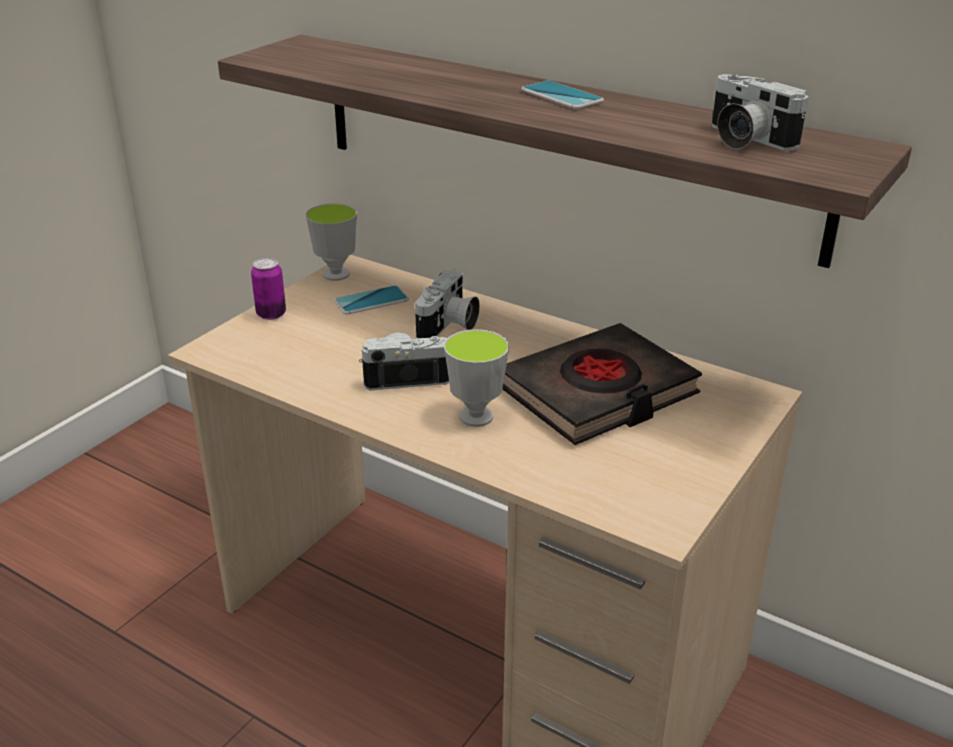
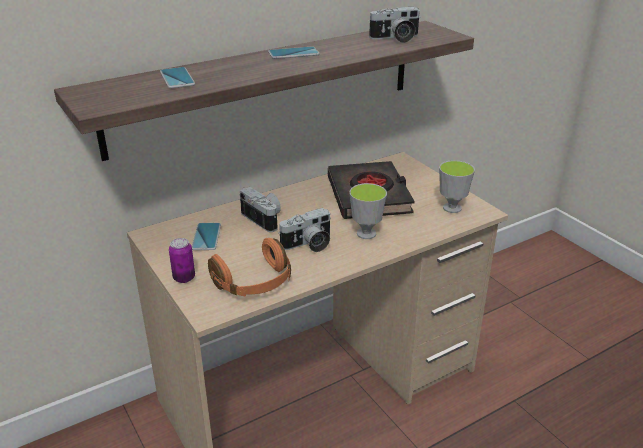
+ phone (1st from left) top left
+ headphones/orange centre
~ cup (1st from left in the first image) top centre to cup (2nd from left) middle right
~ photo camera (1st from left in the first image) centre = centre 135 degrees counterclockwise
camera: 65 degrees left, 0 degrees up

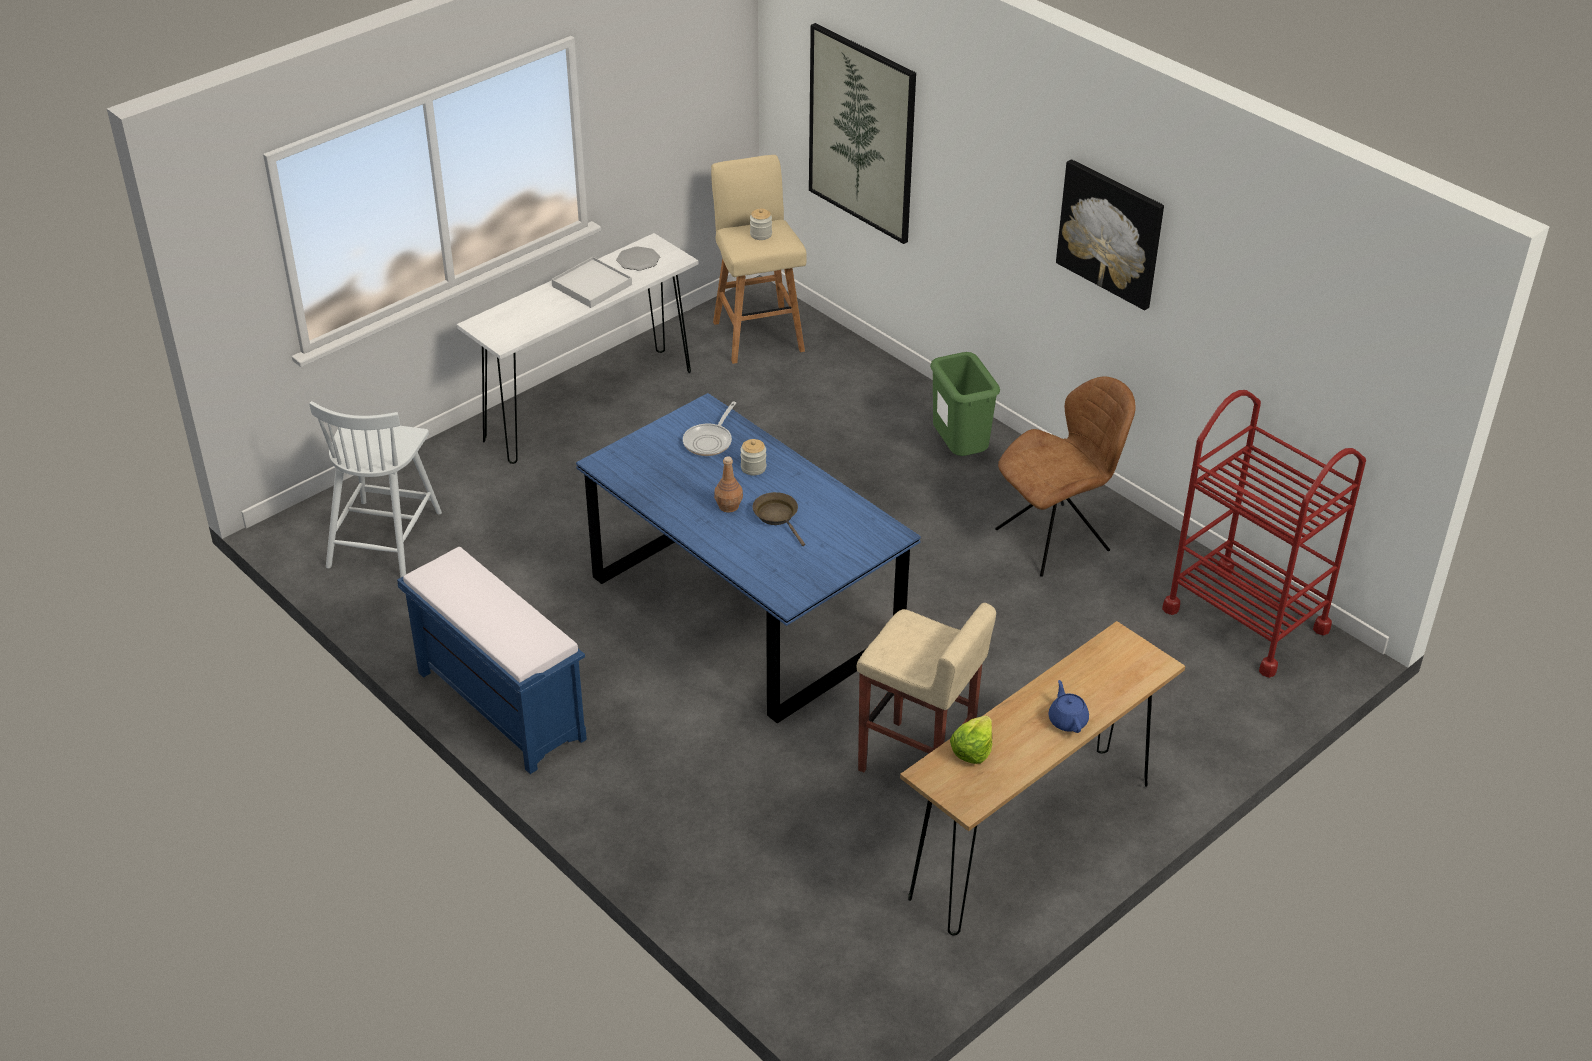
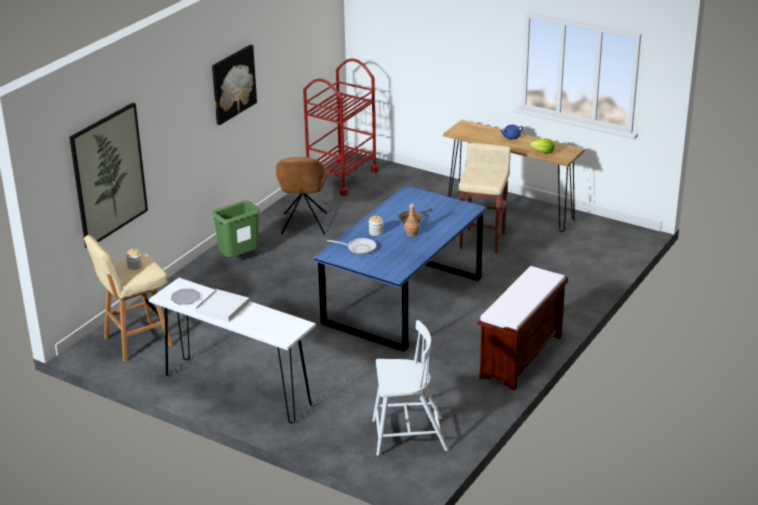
~ bench/blue middle left to bench/brown middle right
~ chair/brown middle right = centre 135 degrees counterclockwise
camera: 105 degrees left, 10 degrees down

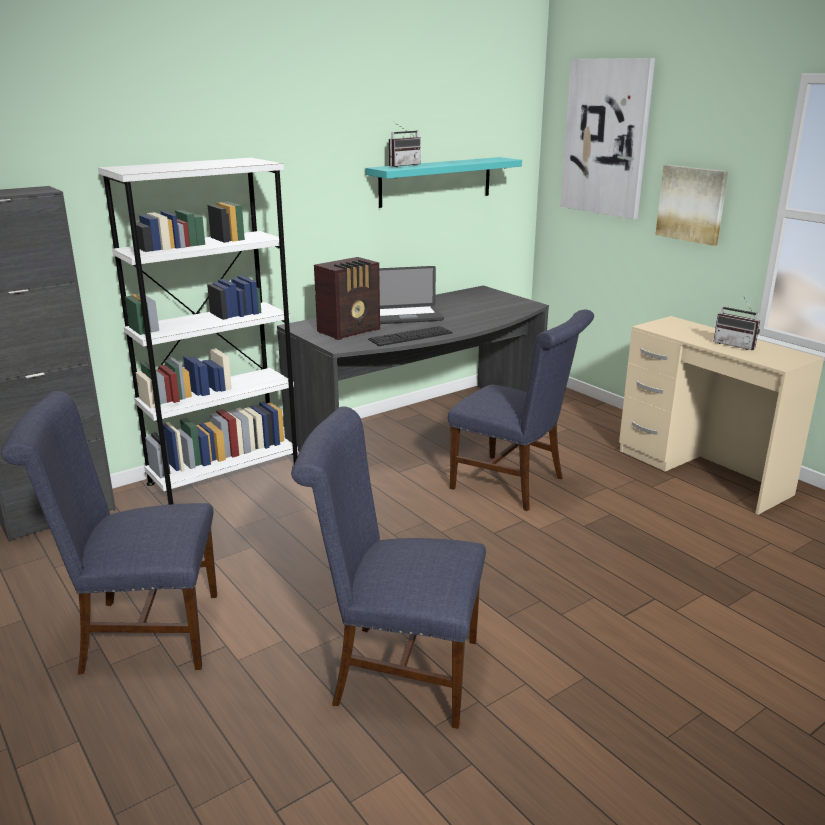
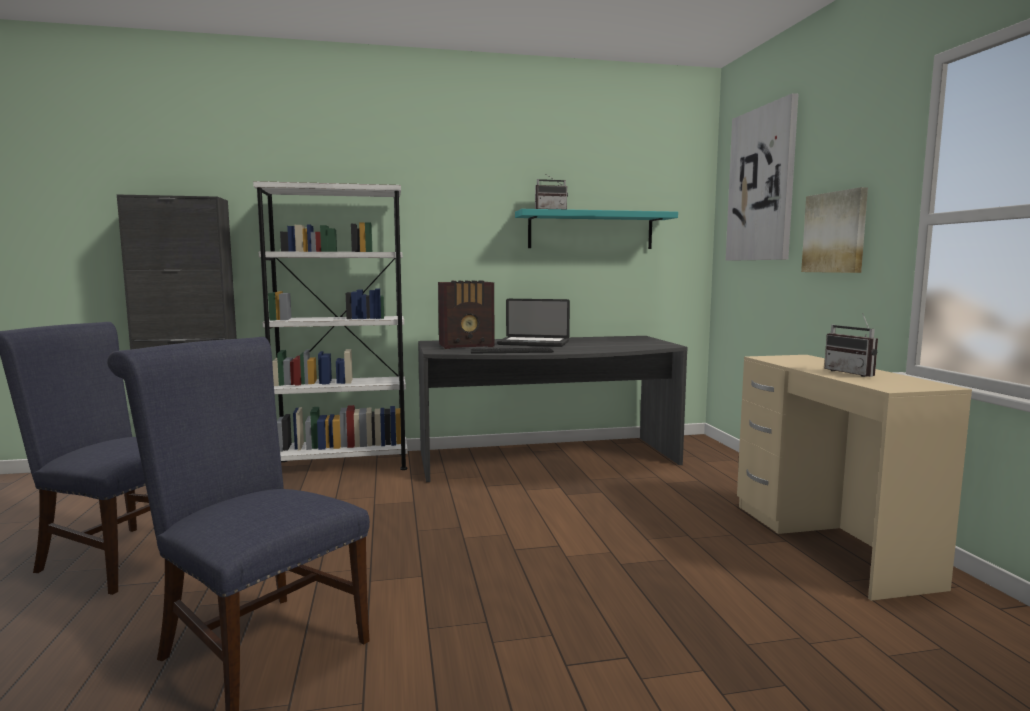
- chair/blue (3rd from left) centre
camera: 25 degrees right, 15 degrees down

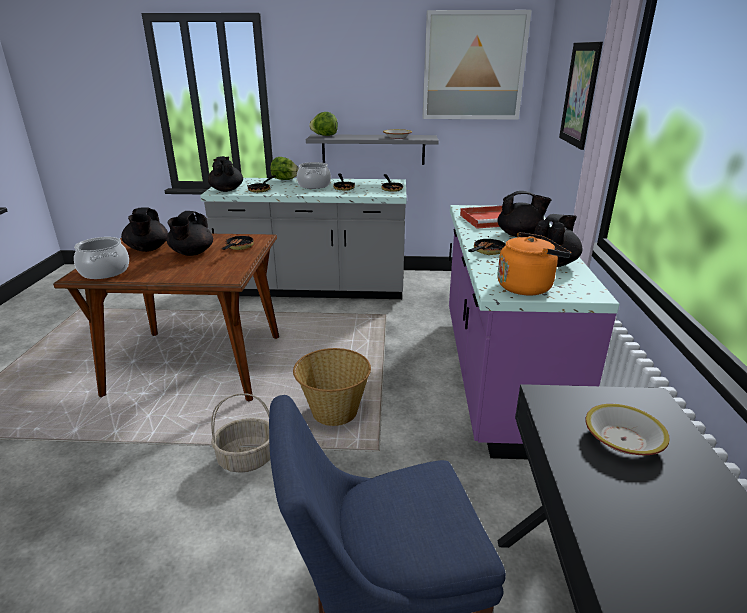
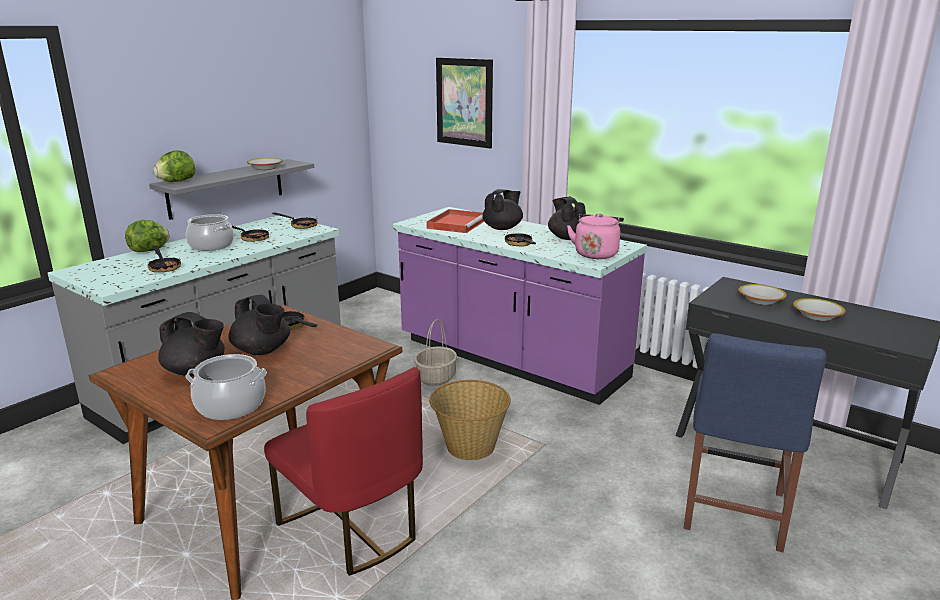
- teapot/black (3rd from left) top left
- picture (1st from left) top centre
+ chair/red bottom centre
+ bowl (3rd from left) middle right
~ basket (1st from left) bottom left to centre
~ kettle/orange middle right to kettle/pink centre
camera: 55 degrees left, 5 degrees down

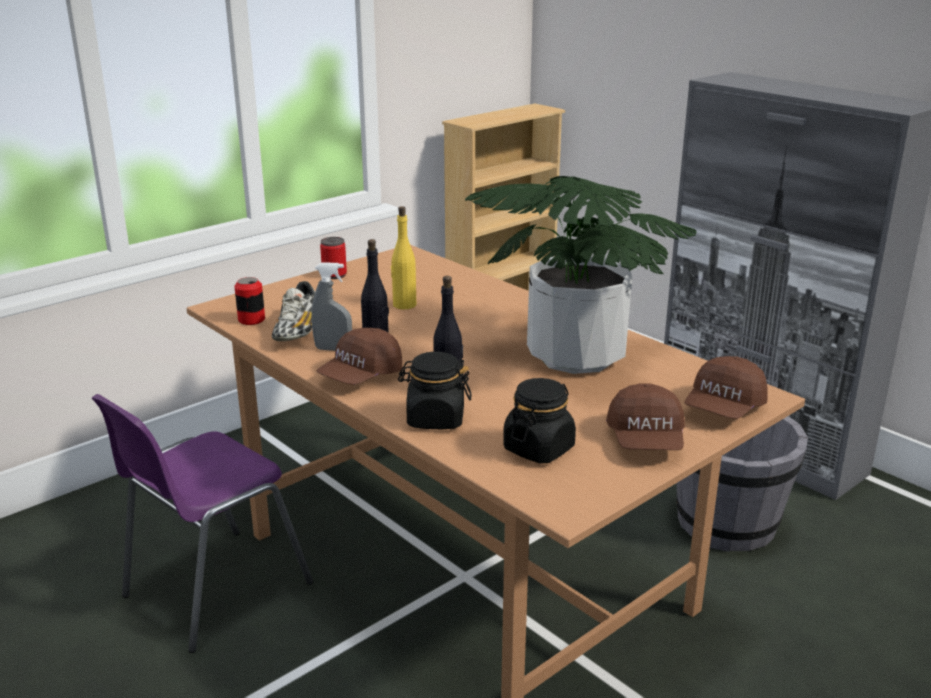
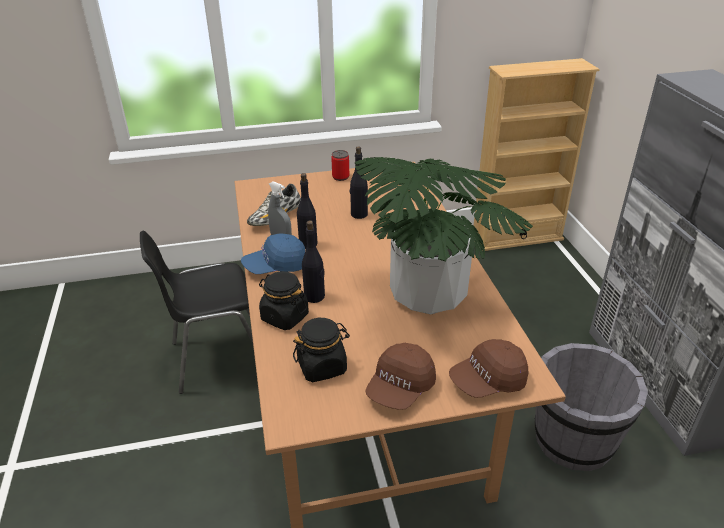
- can (1st from left) middle left
~ chair/purple bottom left to chair/black middle left
~ cap/brown (1st from left) centre to cap/blue centre
~ bottle/yellow centre to bottle/black (3rd from left) centre
camera: 30 degrees right, 10 degrees up

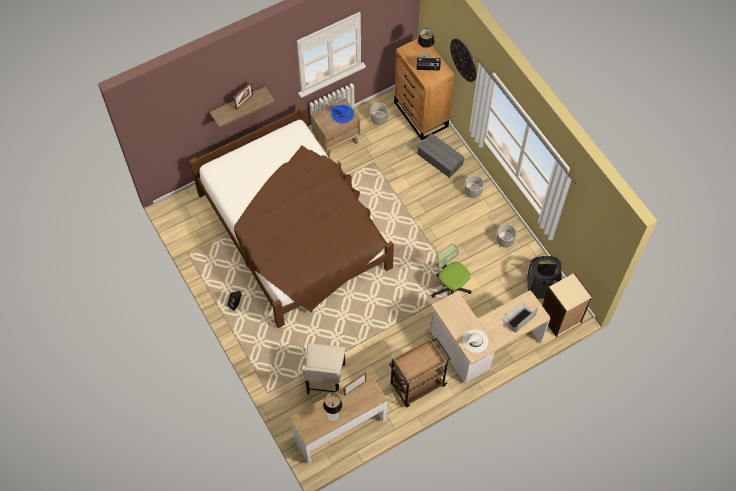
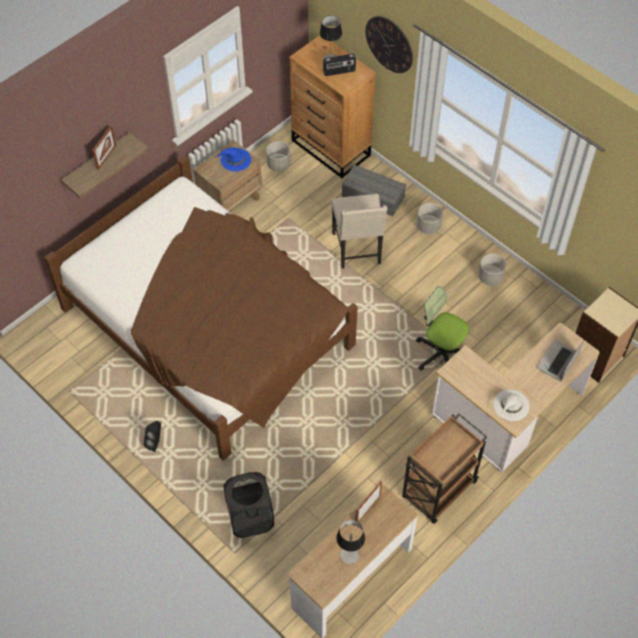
~ chair/beige bottom centre to centre
~ laundry basket/black middle right to bottom centre
camera: 15 degrees left, 5 degrees down

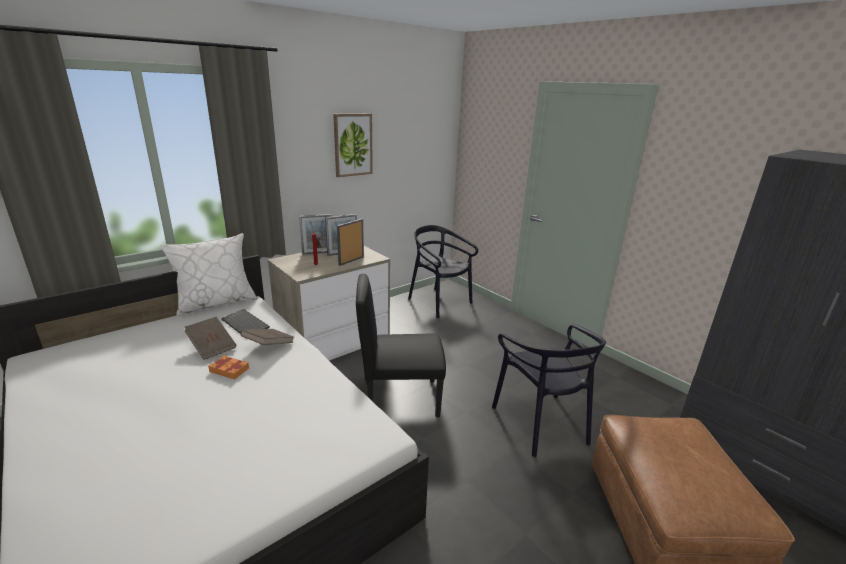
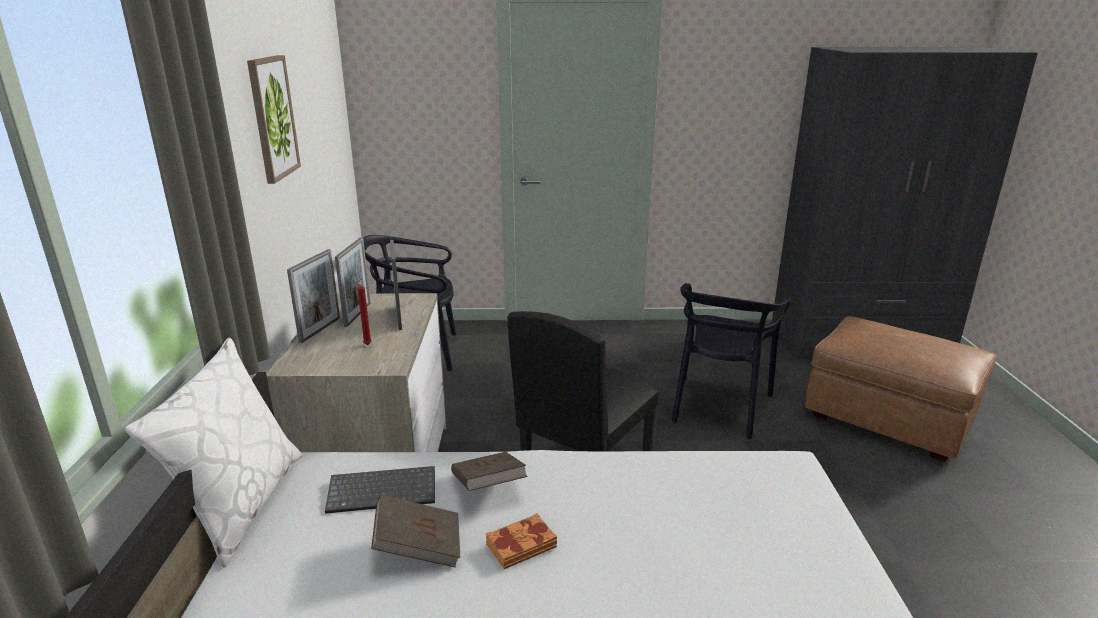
~ chair/black (3rd from left) bottom centre = centre 90 degrees clockwise
camera: 50 degrees left, 0 degrees up

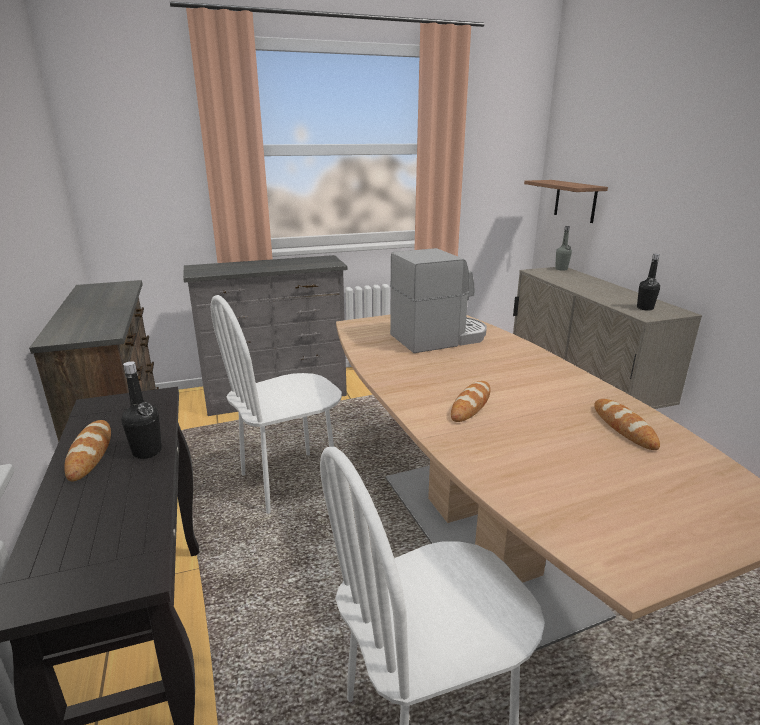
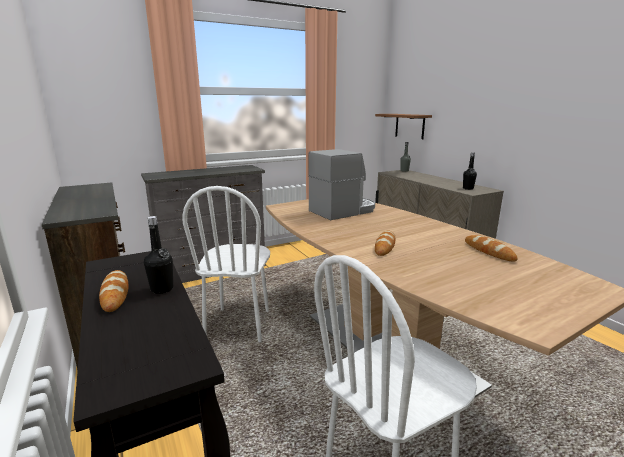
~ chair/white (1st from left) centre = centre 45 degrees counterclockwise
camera: 10 degrees left, 5 degrees down

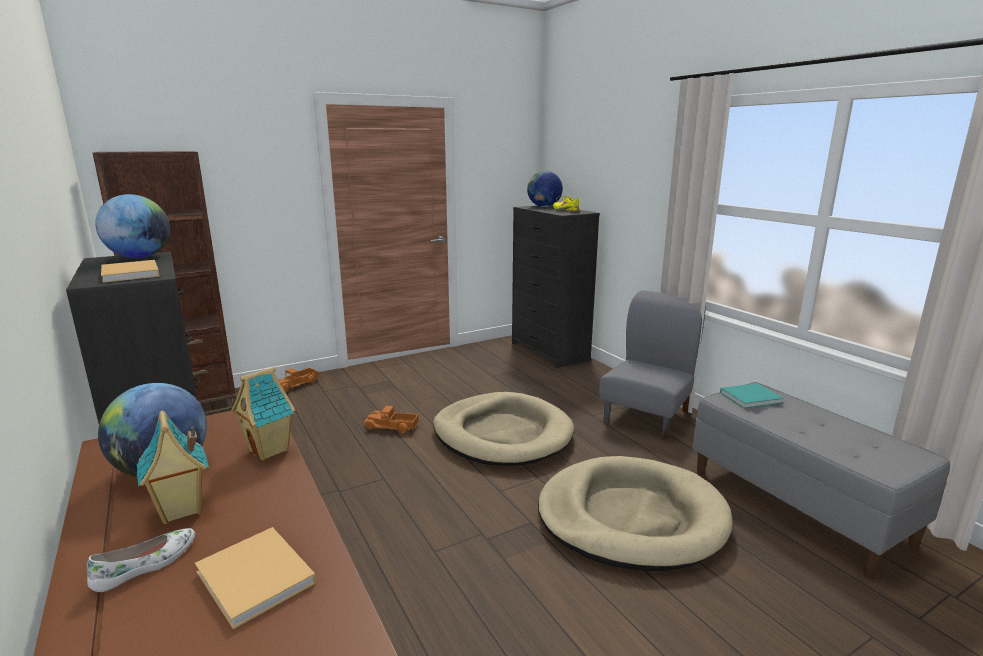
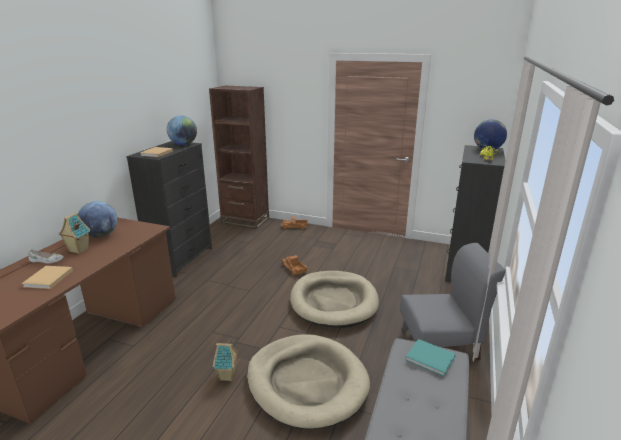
~ toy house (2nd from left) middle left to bottom centre
camera: 50 degrees right, 5 degrees up

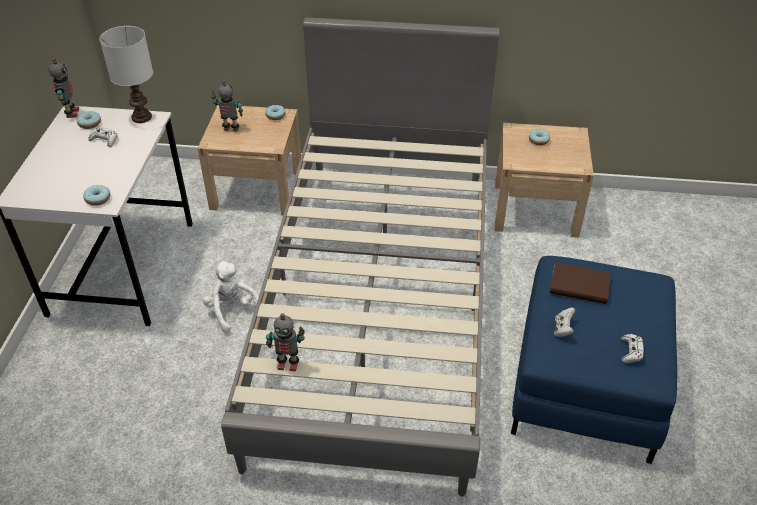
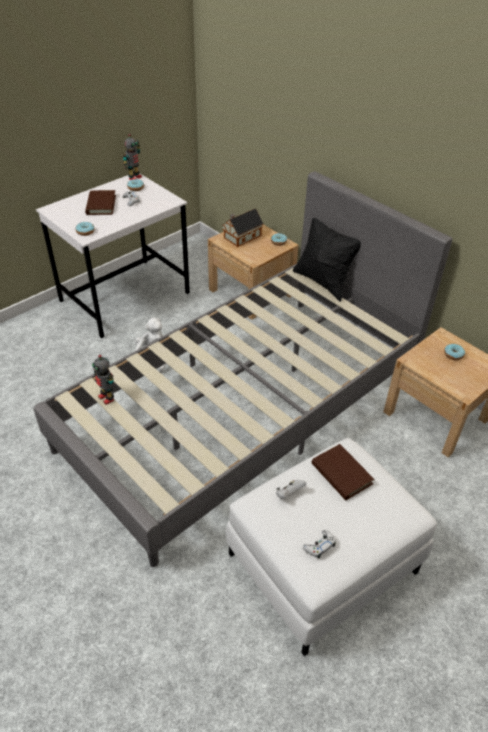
- table lamp/white top left
+ book/brown (1st from left) top left
+ pillow/black middle right
~ toy robot (2nd from left) top left to toy house top centre
~ ottoman/blue bottom right to ottoman/white bottom right
camera: 40 degrees right, 0 degrees up

